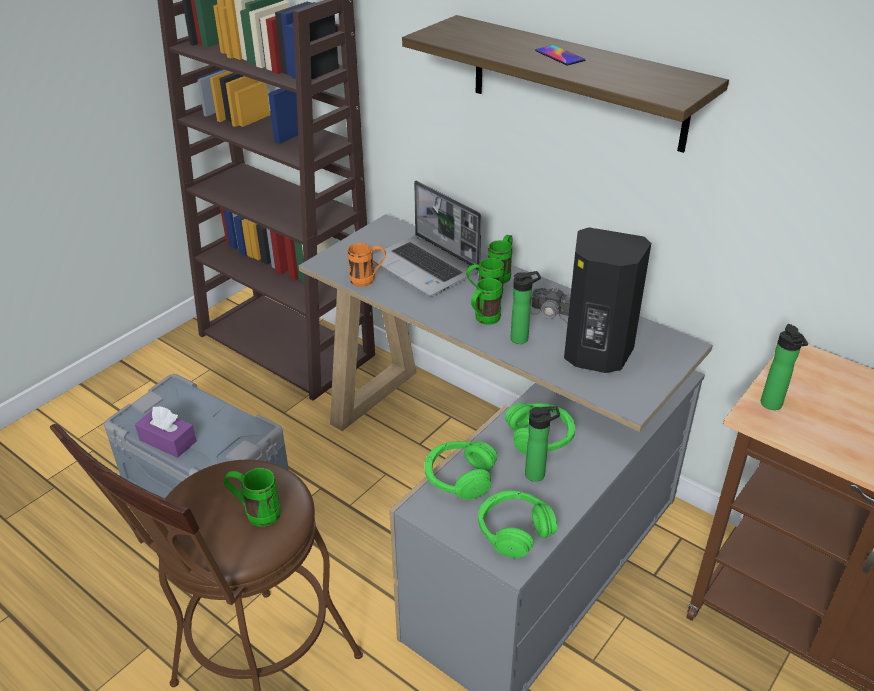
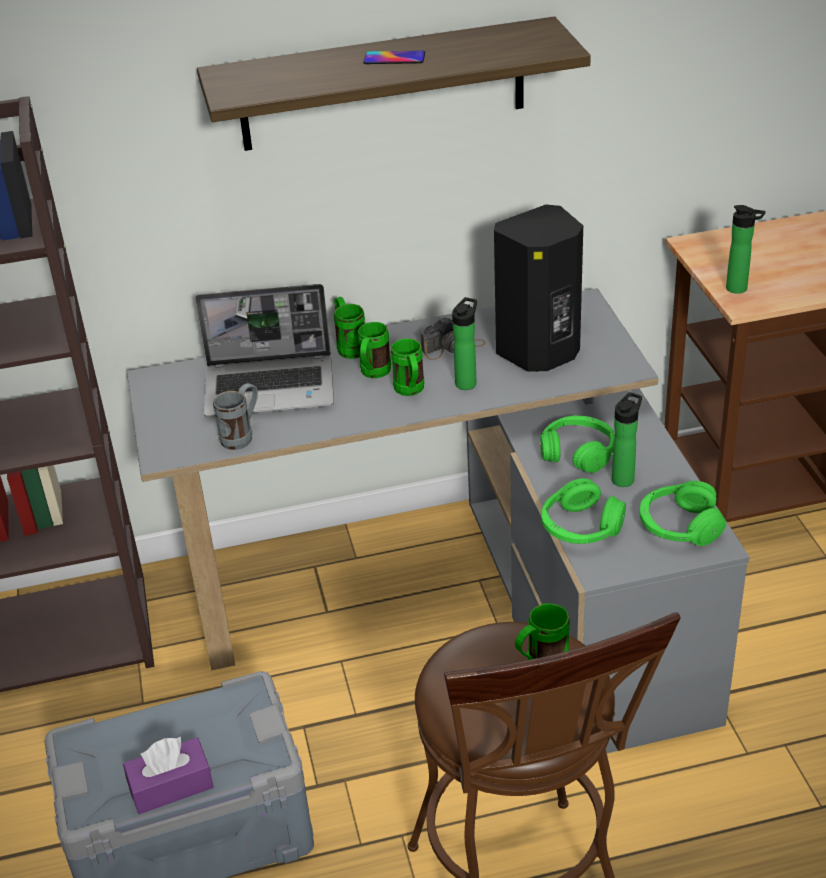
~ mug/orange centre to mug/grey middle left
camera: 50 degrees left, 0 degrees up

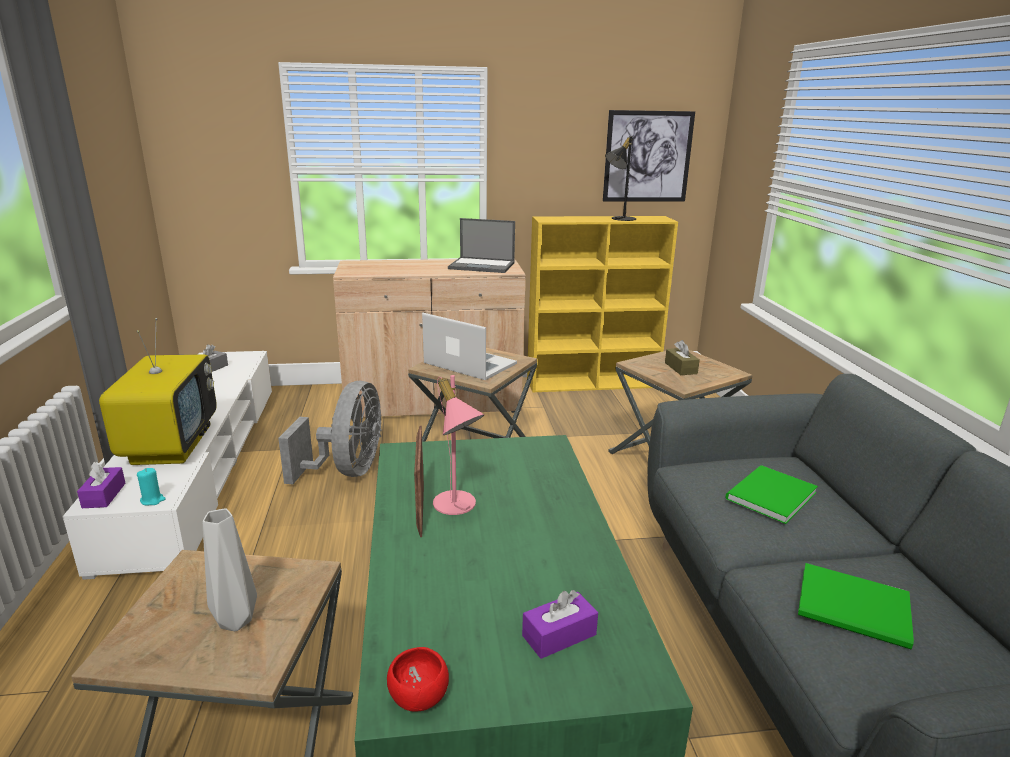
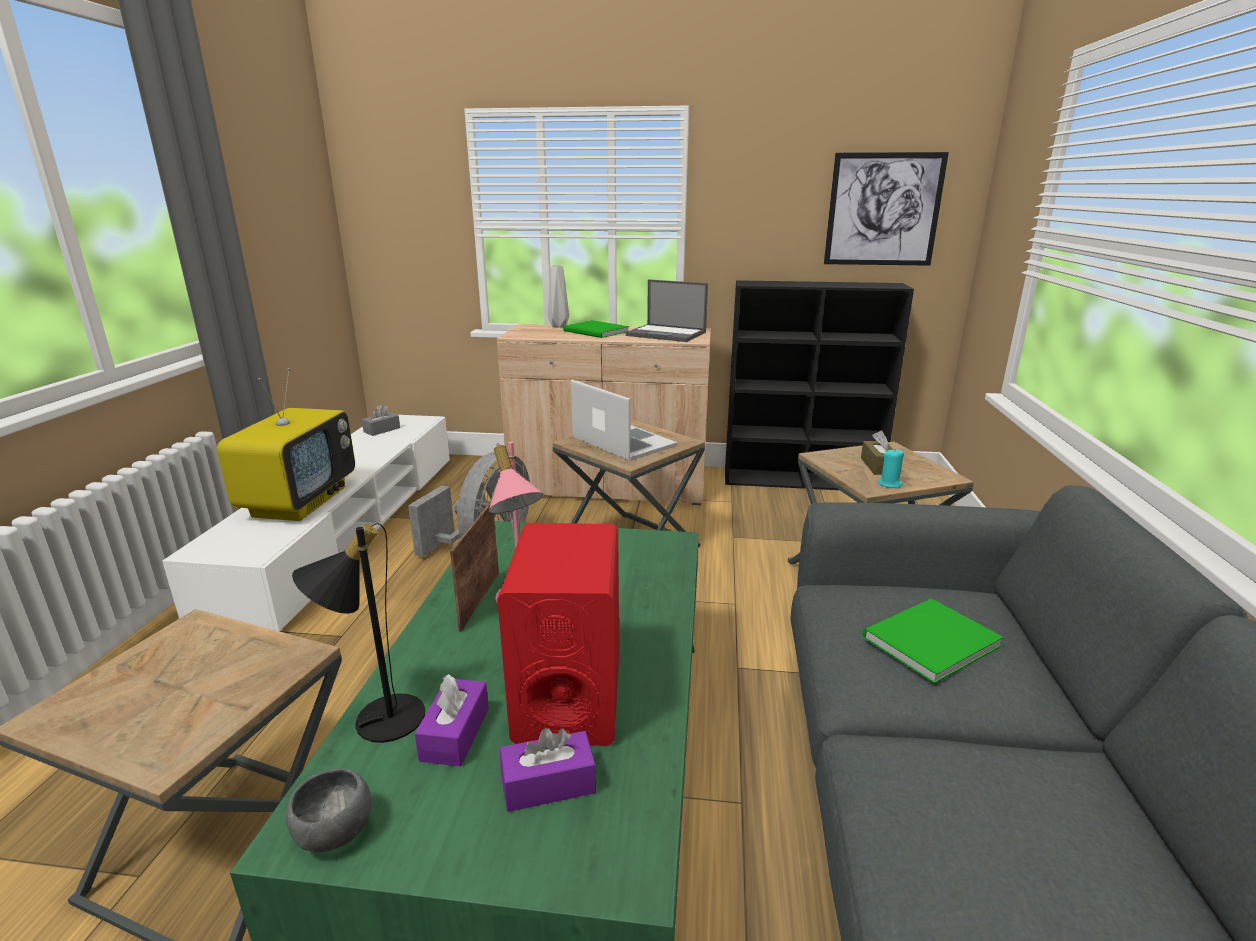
+ speaker/red bottom centre
~ tissue box/purple (1st from left) middle left to bottom centre
~ candle/turquoise middle left to middle right
~ vase/grey bottom left to top centre
~ table lamp/black top centre to bottom left
~ book/green (2nd from left in the first image) bottom right to book/green (1st from left) centre
~ bowl/red bottom centre to bowl/grey bottom left
~ bookcase/yellow centre to bookcase/black centre
camera: 15 degrees right, 0 degrees up

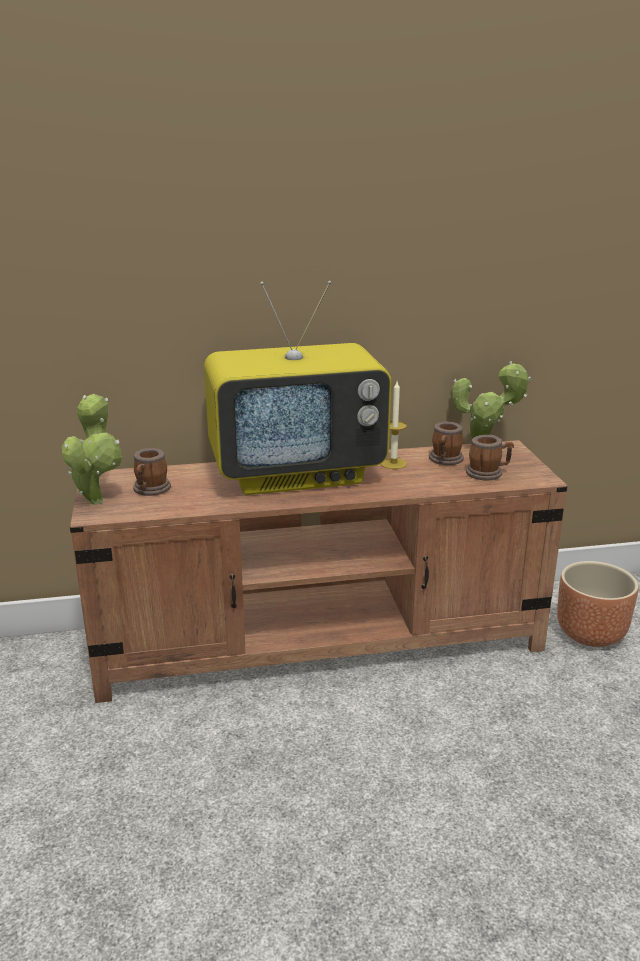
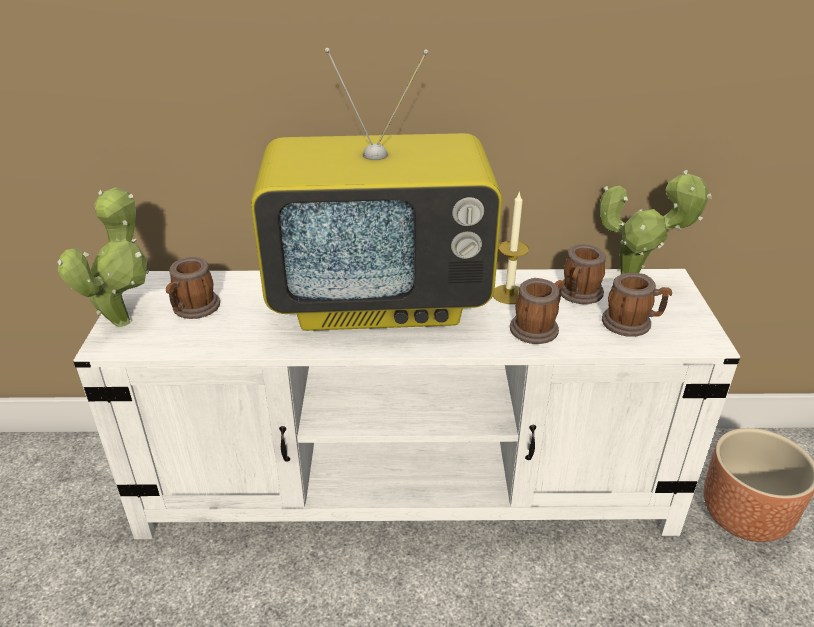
+ mug (2nd from left) centre
~ tv stand/brown centre to tv stand/white centre
camera: 10 degrees right, 10 degrees up

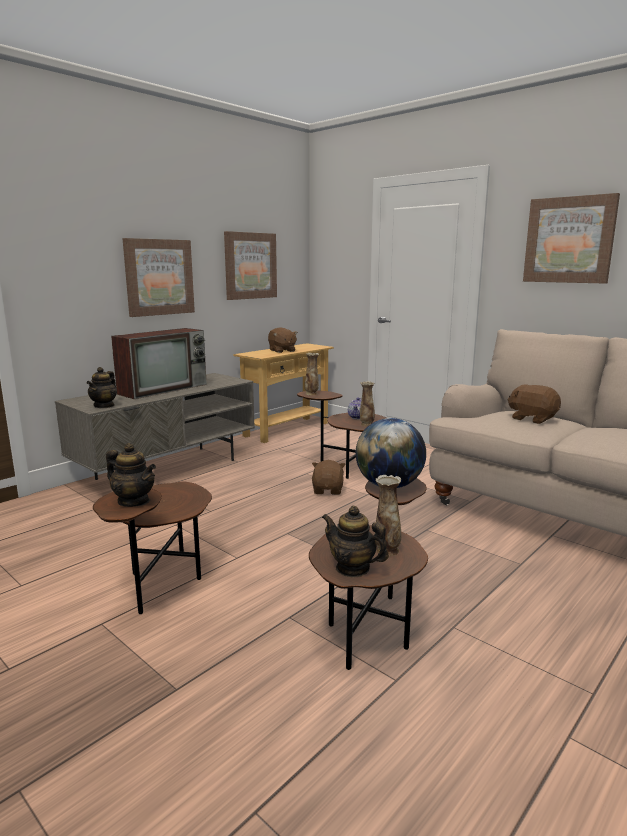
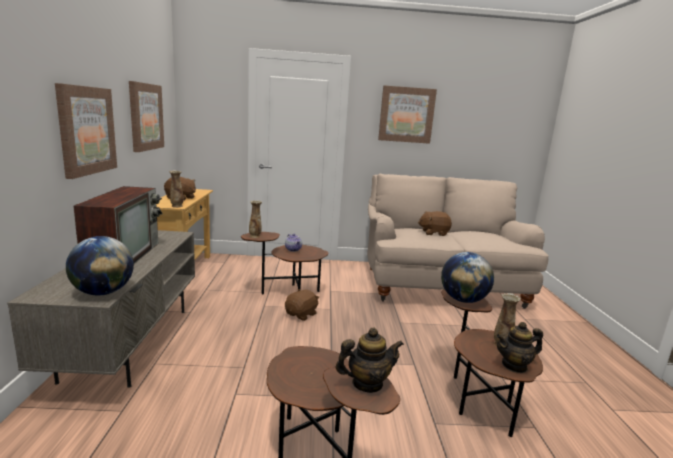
~ vase (2nd from left in the first image) centre to vase (1st from left) middle left
~ teapot (1st from left) middle left to globe (1st from left) middle left
~ plush toy/brown (2nd from left) centre = centre 75 degrees clockwise
camera: 45 degrees left, 0 degrees up

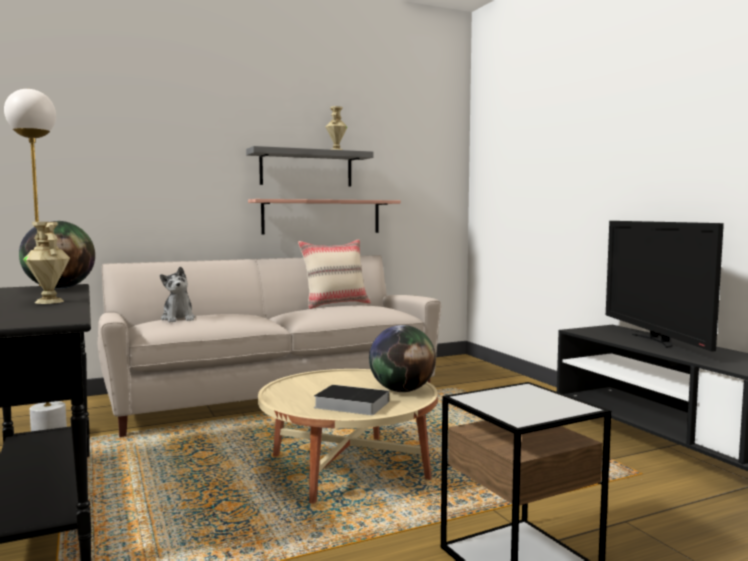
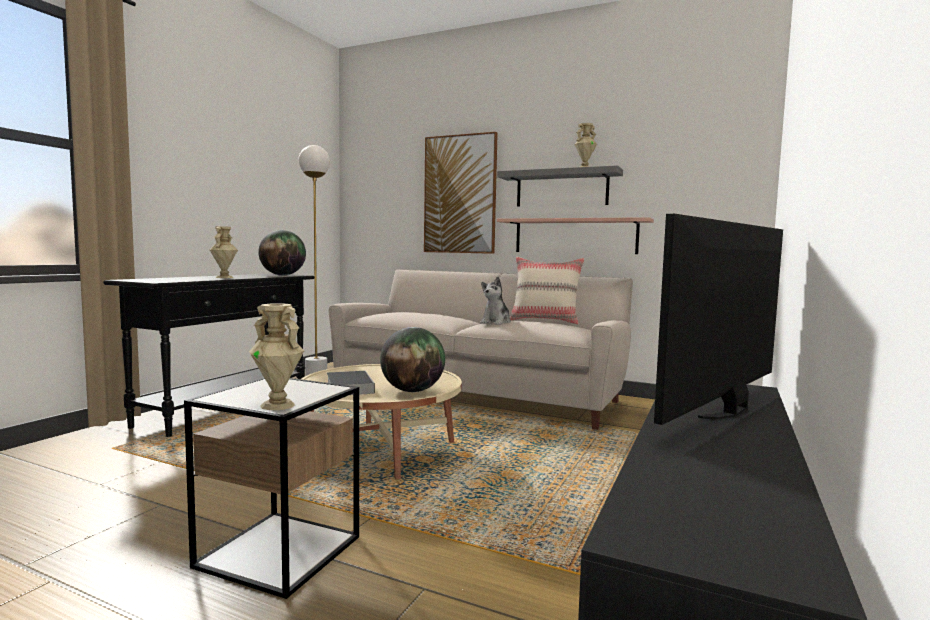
+ vase/beige (2nd from left) middle left
+ picture top centre
~ plush toy middle left to centre
camera: 50 degrees right, 0 degrees up

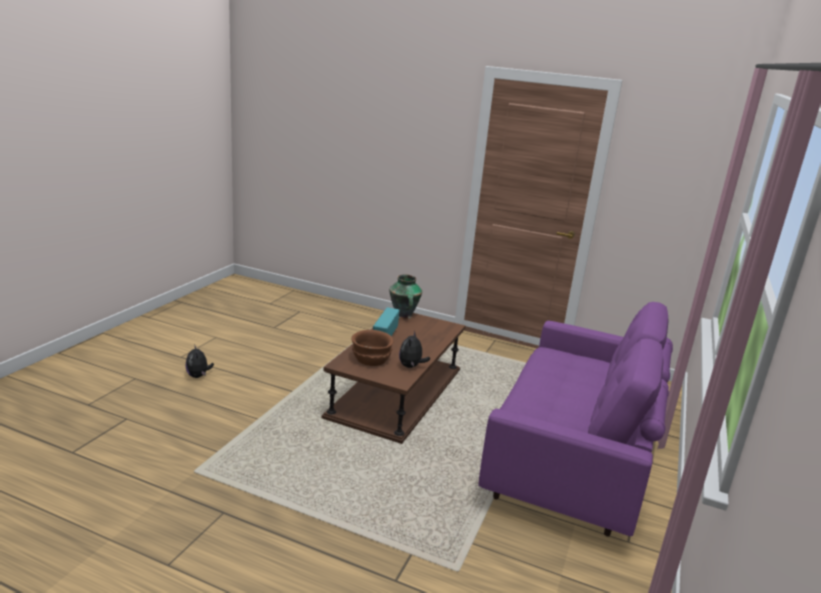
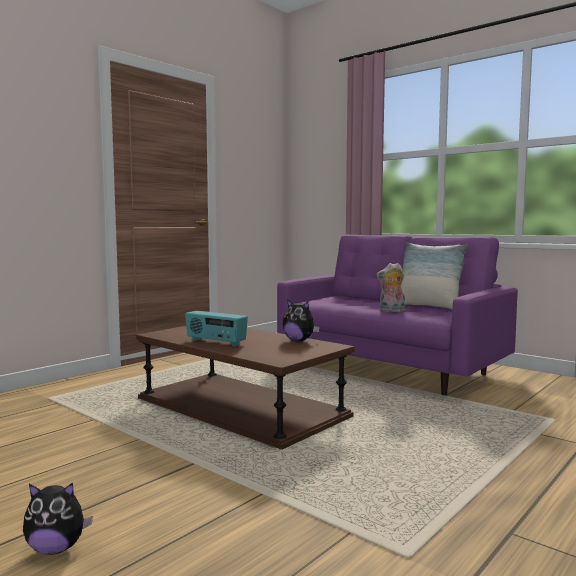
- bowl/brown centre
- vase centre
+ plush toy (3rd from left) middle right
+ pillow middle right
camera: 70 degrees left, 15 degrees down

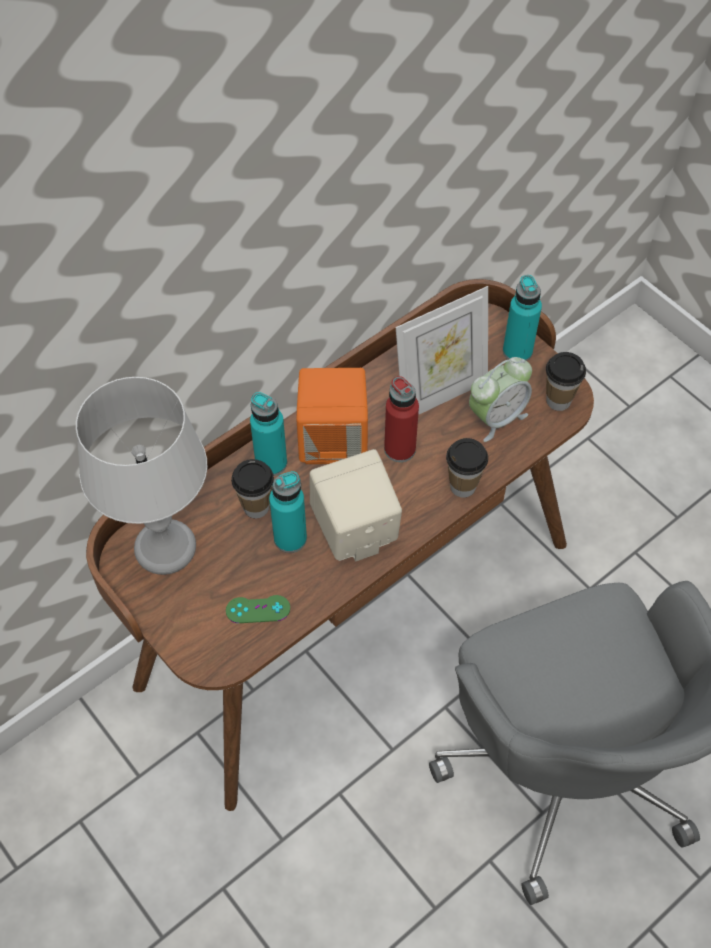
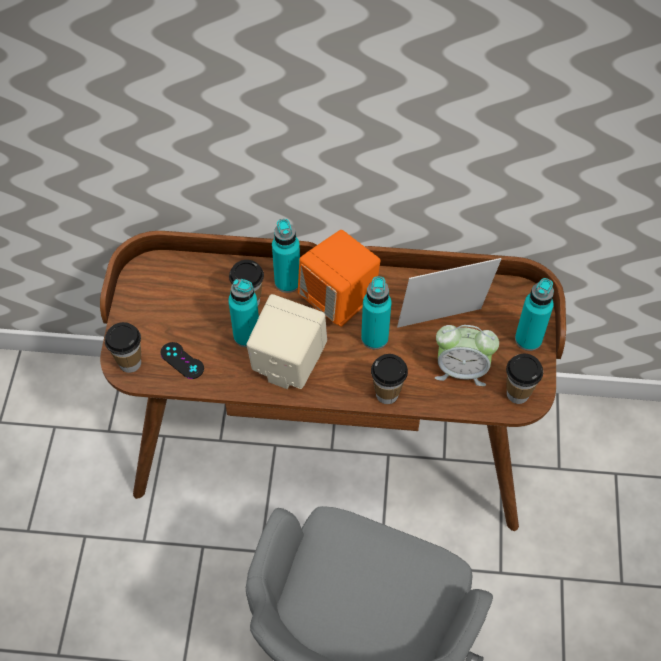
- table lamp/grey middle left
+ cup (1st from left) middle left
~ game controller/green centre to game controller/black middle left
~ bottle/red centre to bottle/turquoise (3rd from left) centre
~ picture frame centre = middle right 150 degrees clockwise
camera: 45 degrees right, 0 degrees up

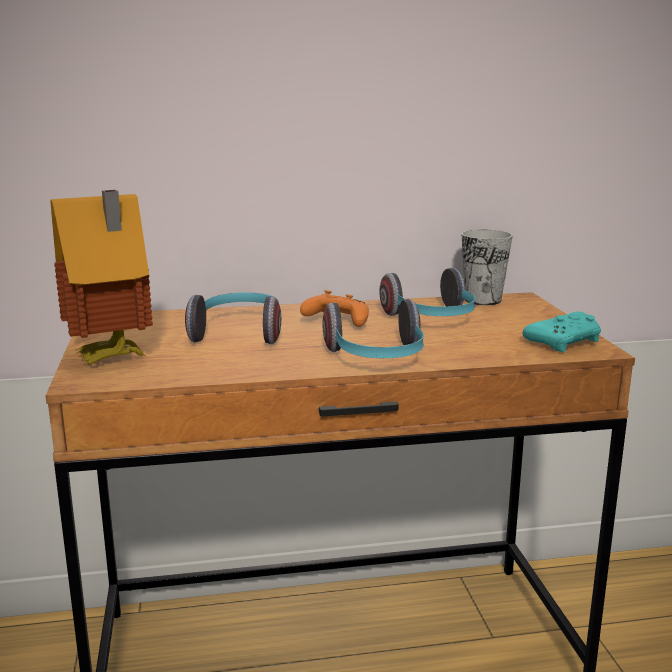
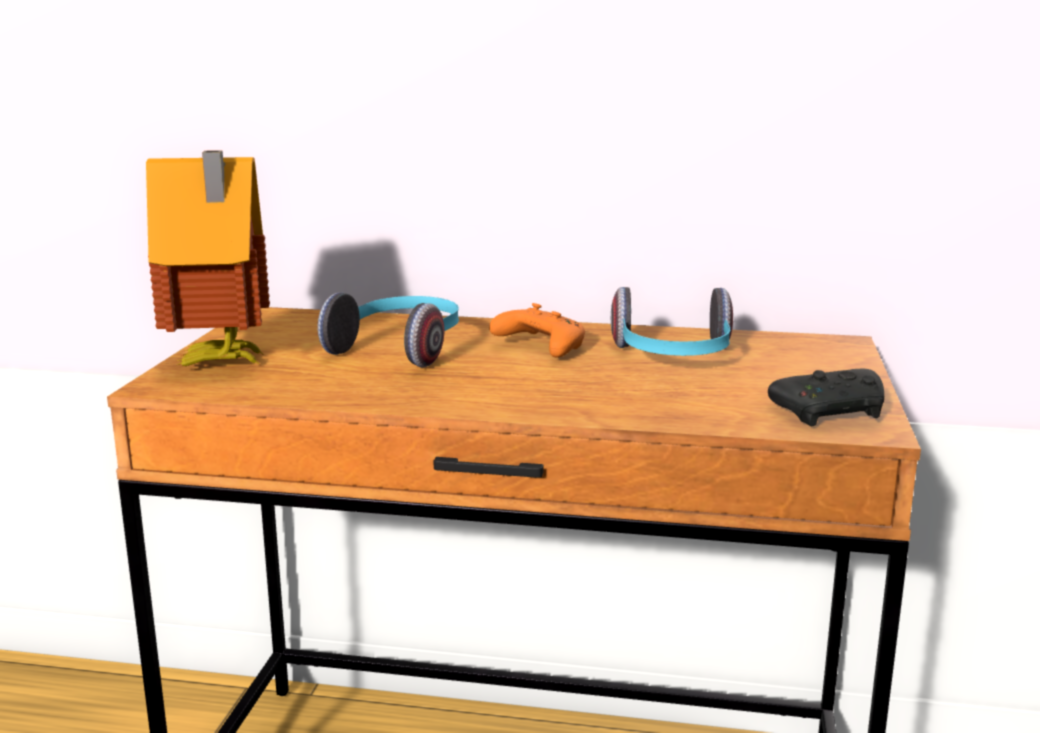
- headphones (2nd from left) centre
- cup middle right
~ game controller/turquoise middle right to game controller/black middle right
camera: 20 degrees right, 0 degrees up

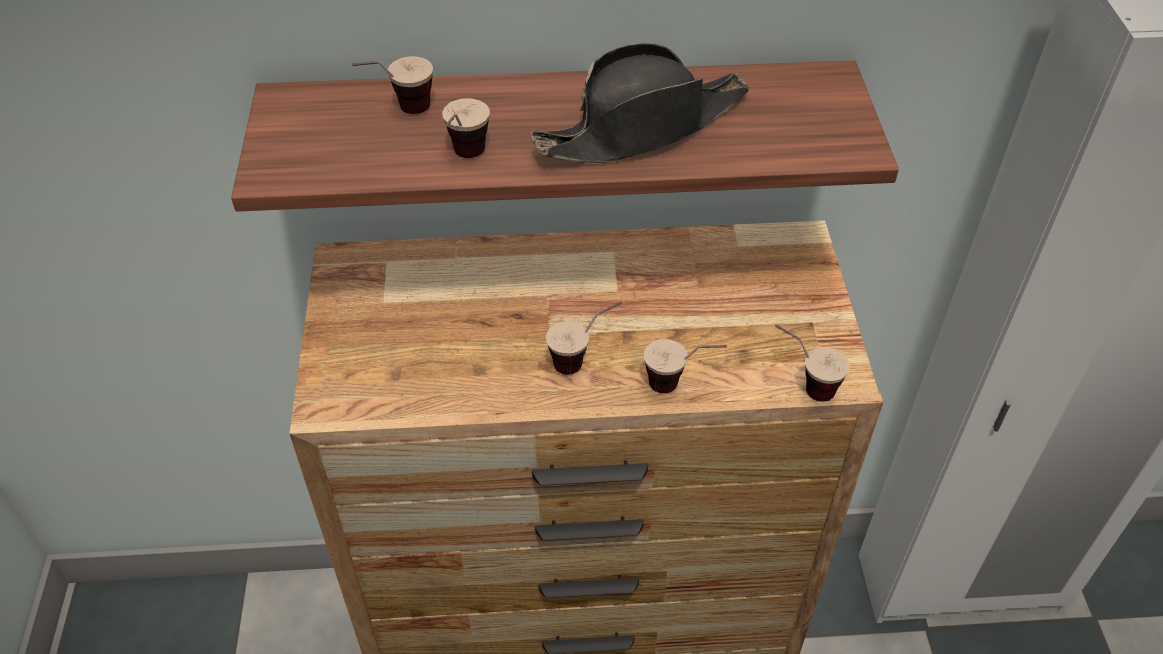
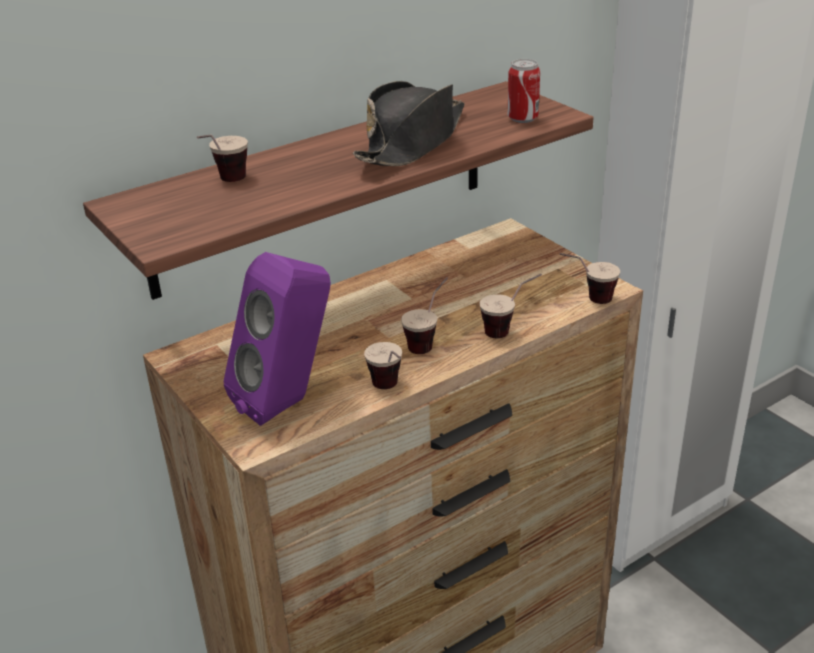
+ speaker/purple centre
+ can top centre
~ cup (2nd from left) top centre to centre
camera: 30 degrees left, 15 degrees down

